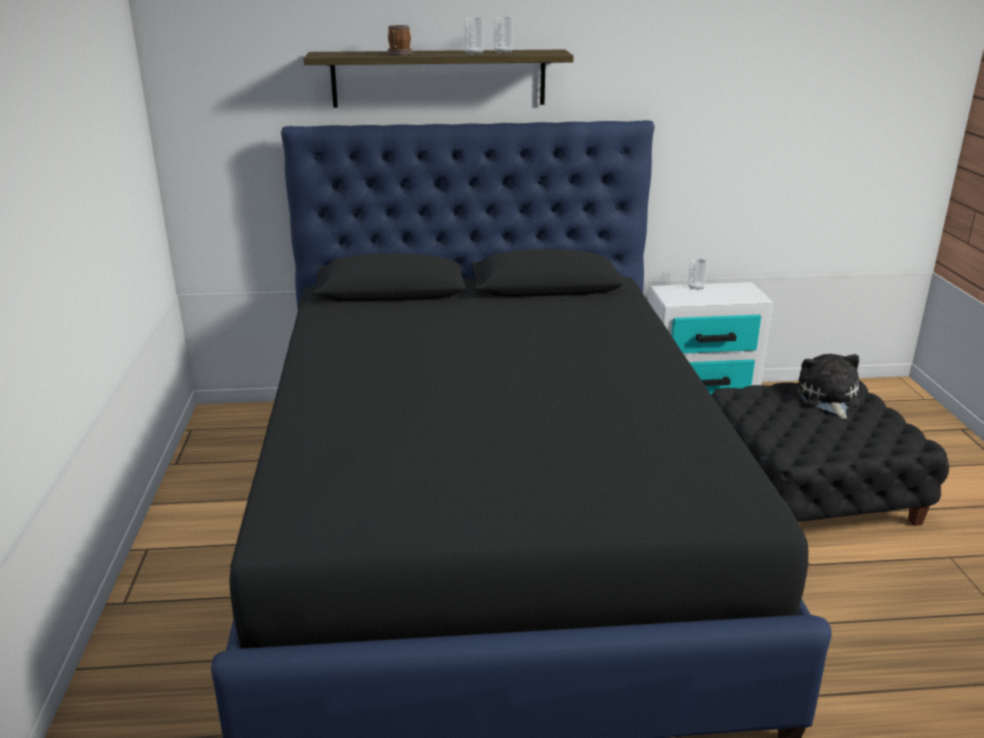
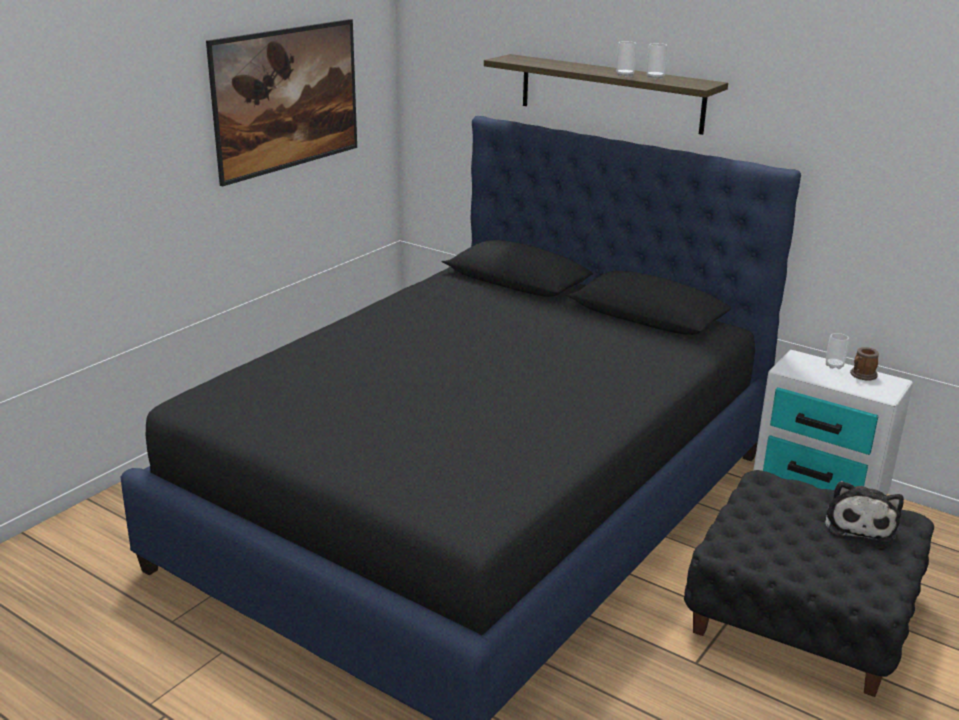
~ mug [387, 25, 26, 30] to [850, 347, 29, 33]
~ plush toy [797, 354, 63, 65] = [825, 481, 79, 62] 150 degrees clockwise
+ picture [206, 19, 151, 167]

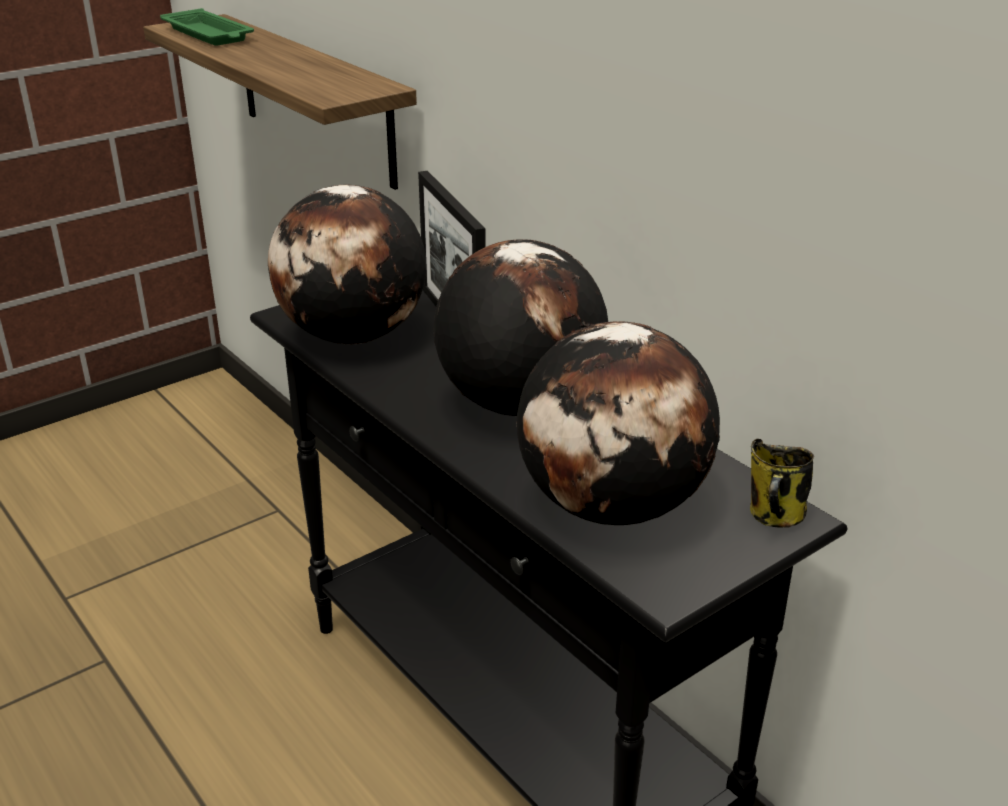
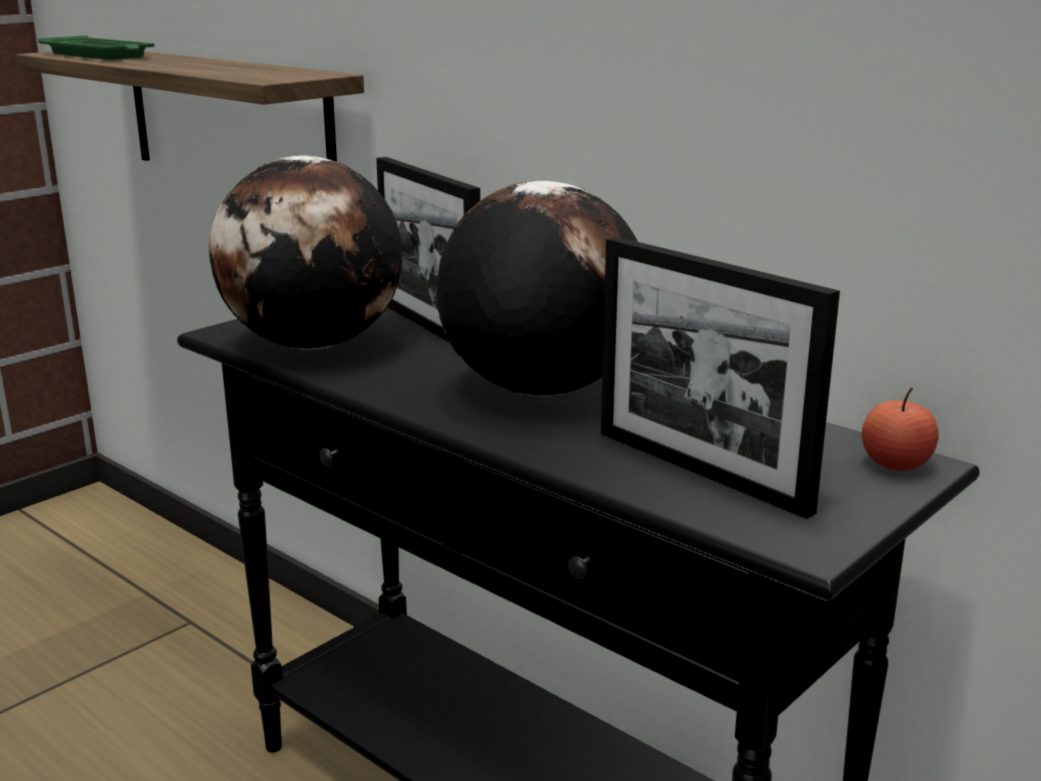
~ globe [517, 321, 203, 204] to picture frame [601, 237, 239, 282]
~ mug [750, 439, 64, 89] to apple [862, 387, 77, 83]

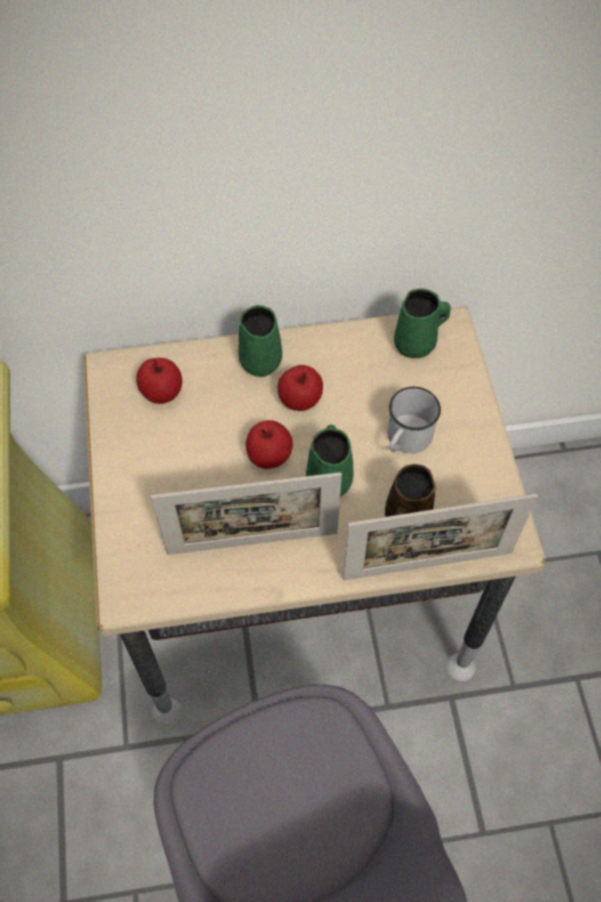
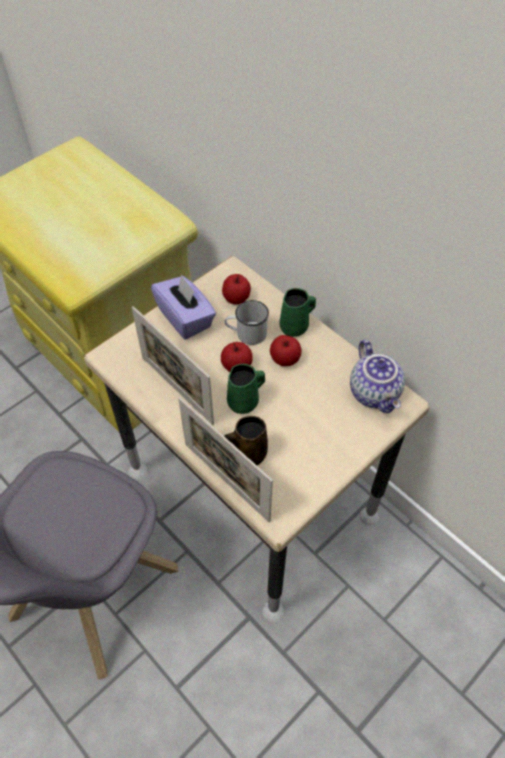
~ green mug [394, 288, 57, 70] to teapot [350, 340, 55, 73]
~ white mug [387, 387, 54, 66] to [225, 300, 44, 45]
+ purple tissue box [151, 274, 65, 66]

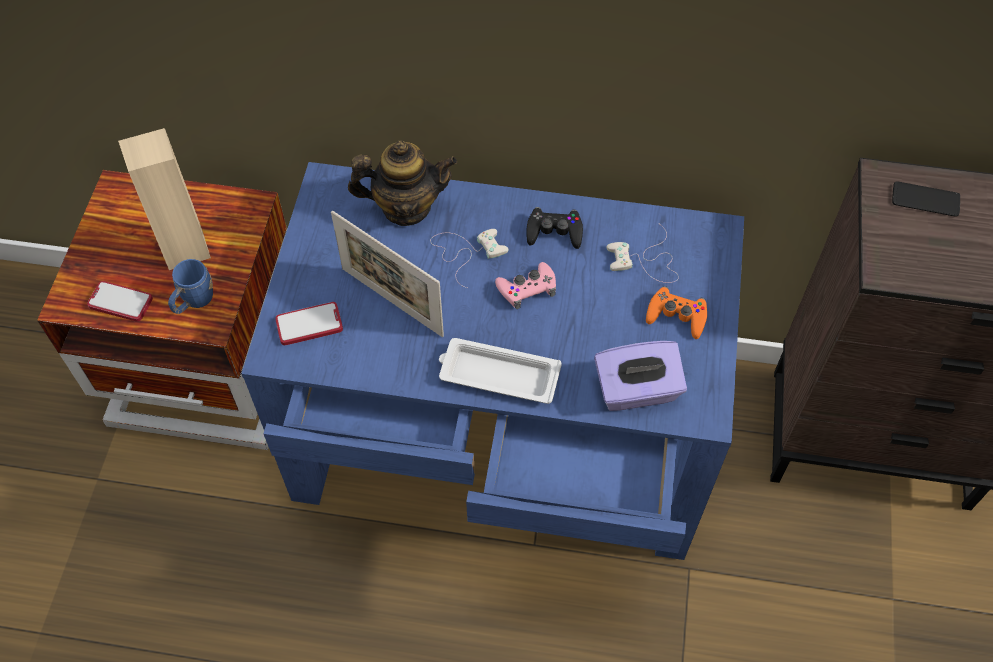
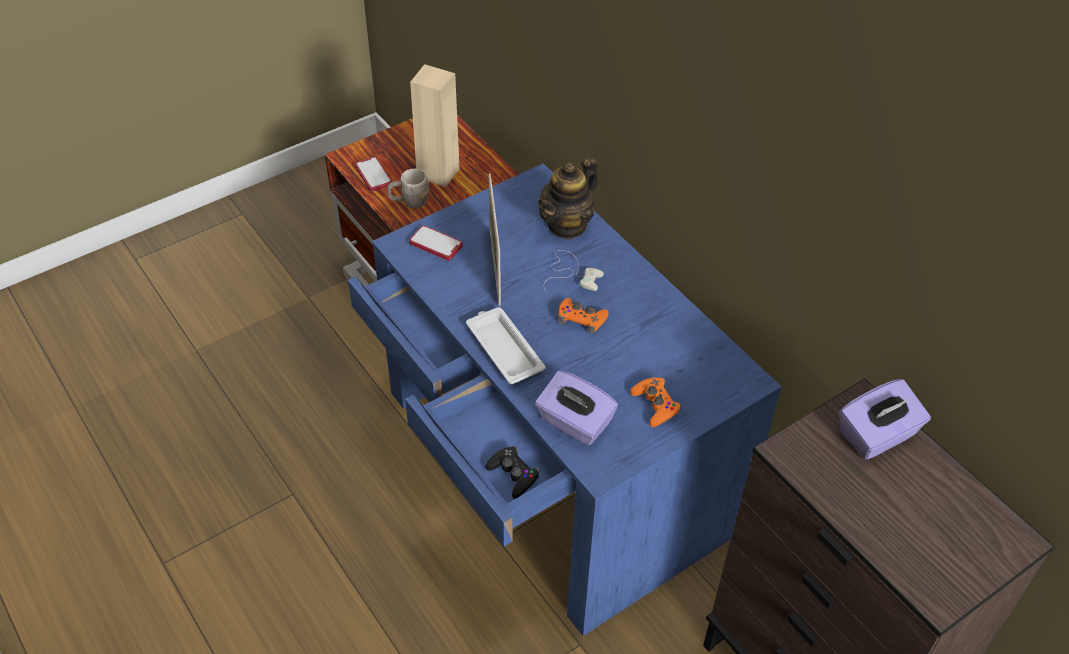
~ teapot [348, 140, 109, 86] = [537, 157, 61, 82] 90 degrees clockwise
~ phone [892, 181, 68, 36] to purple tissue box [840, 379, 91, 81]
~ black game controller [526, 207, 57, 42] to [486, 446, 54, 53]
- white game controller [607, 224, 72, 59]
~ blue mug [168, 259, 45, 55] to grey mug [387, 169, 42, 40]
~ pink game controller [495, 262, 61, 47] to orange game controller [559, 298, 50, 36]

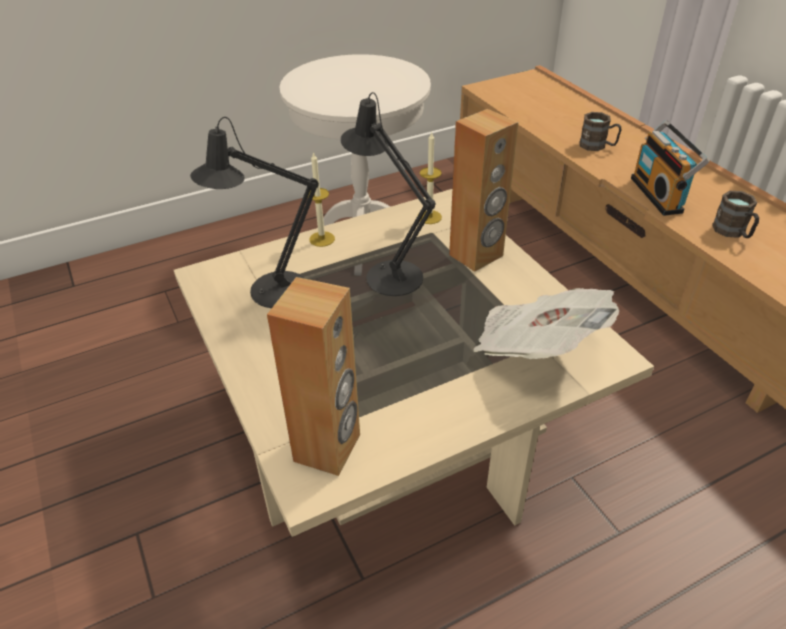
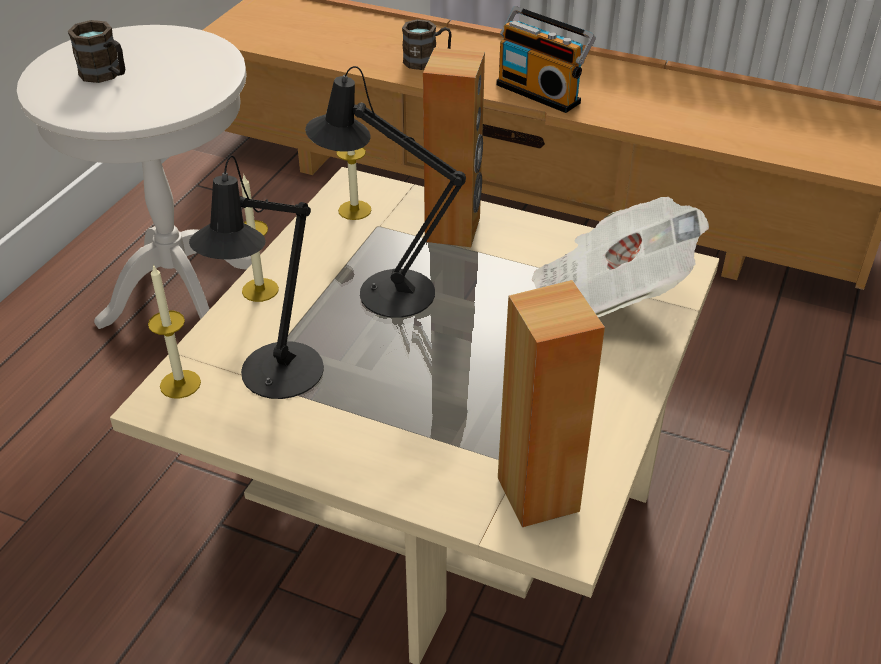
~ brown mug [712, 191, 47, 47] to [68, 20, 57, 63]
+ candle [148, 264, 53, 135]

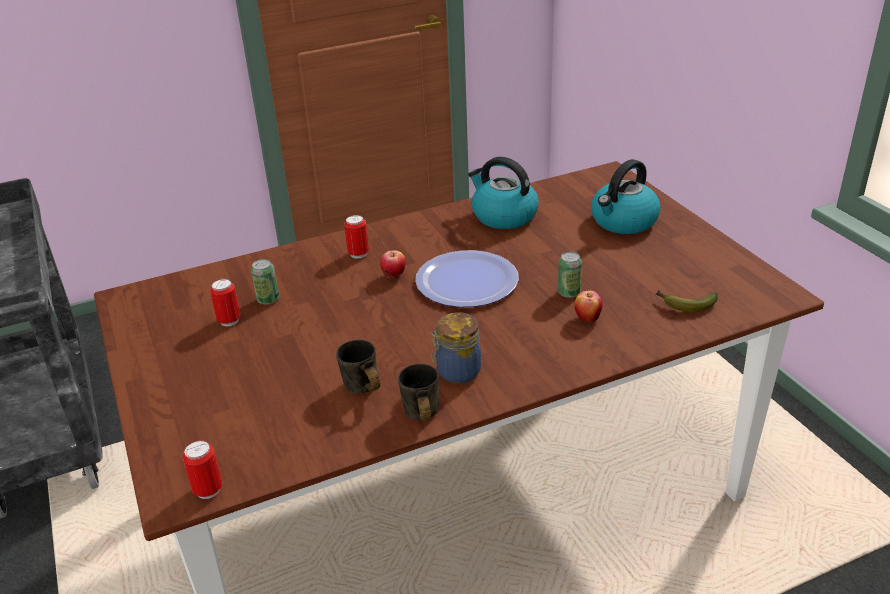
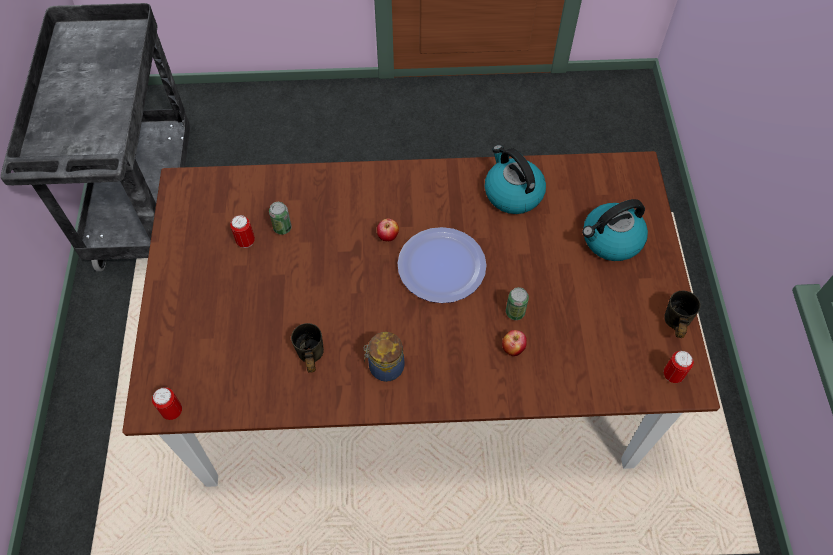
~ can [344, 215, 25, 44] to [664, 351, 30, 32]
- banana [656, 290, 62, 22]
~ grey mug [398, 364, 41, 57] to [664, 291, 36, 47]

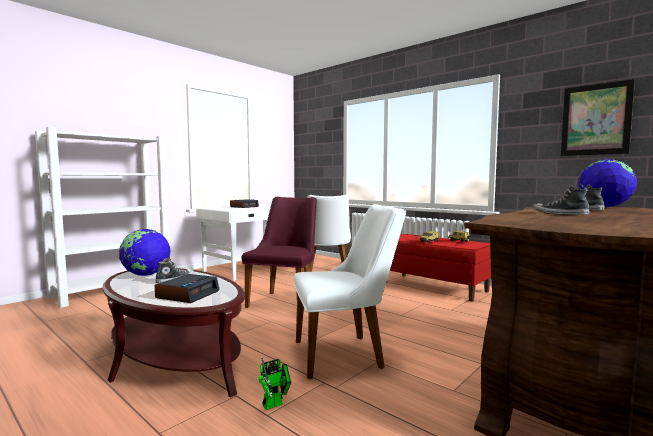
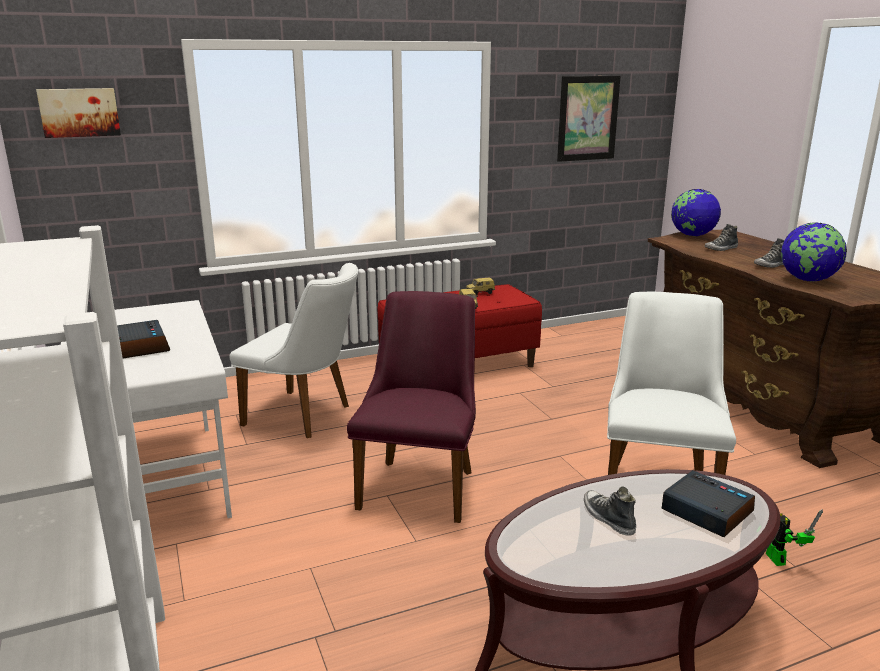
~ purple chair [241, 197, 76, 111] = [347, 291, 129, 232] 60 degrees clockwise
~ globe [119, 229, 52, 47] to [781, 222, 66, 60]
+ picture [36, 88, 85, 50]

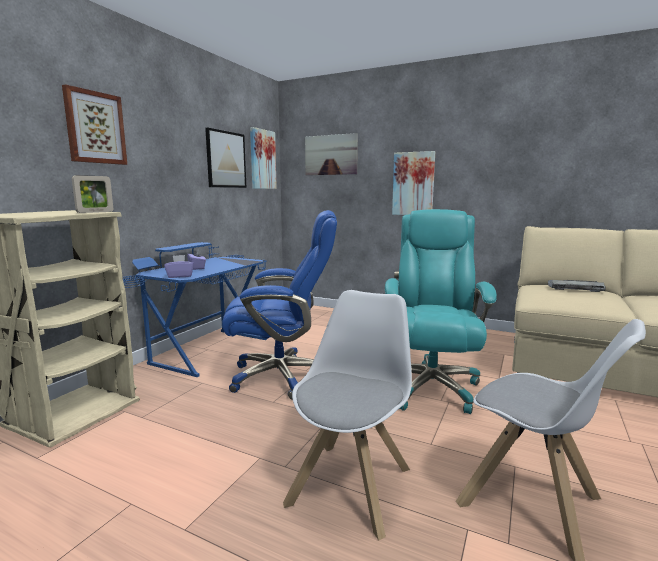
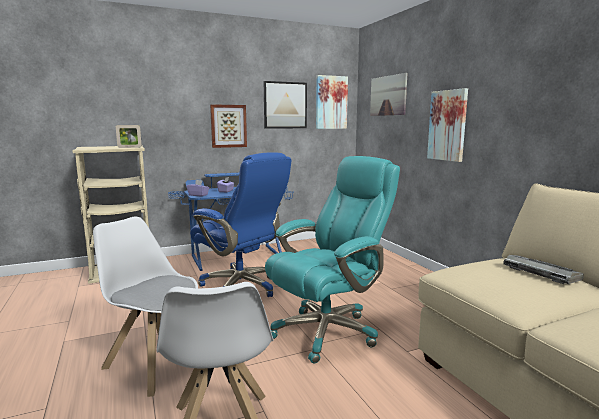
~ picture [62, 84, 65, 81] to [210, 104, 37, 44]
~ chair [283, 290, 129, 251] = [93, 217, 105, 180] 120 degrees counterclockwise

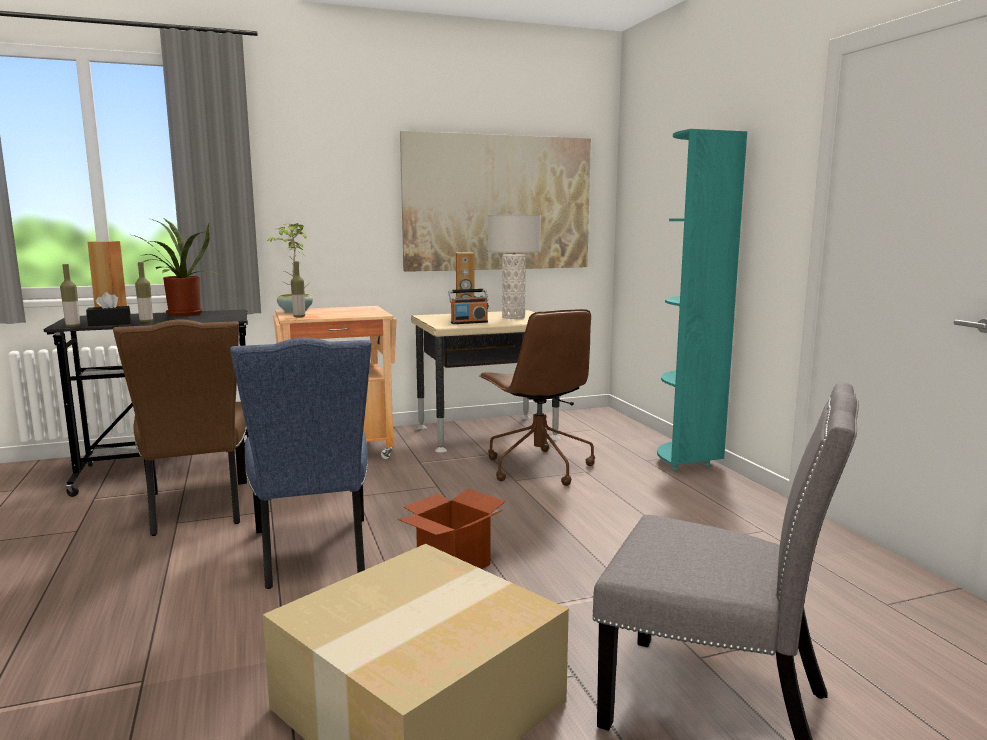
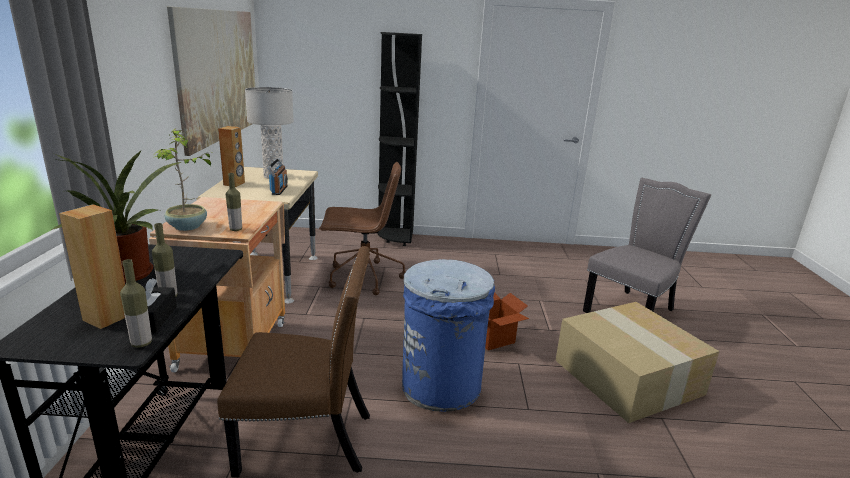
~ turquoise bookcase [657, 129, 90, 341] to black bookcase [377, 32, 45, 214]
~ blue chair [230, 338, 141, 251] to blue trash can [402, 259, 93, 153]

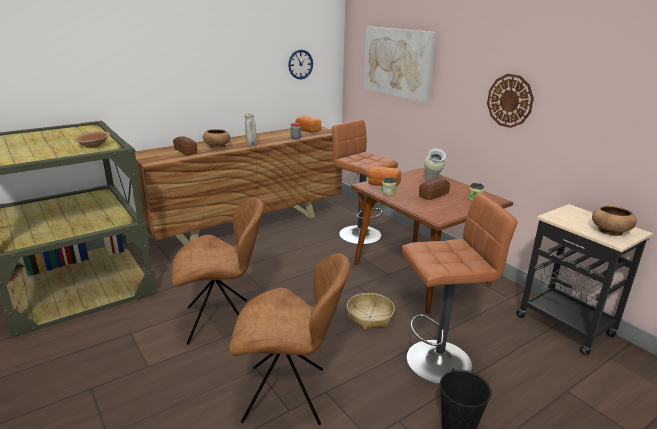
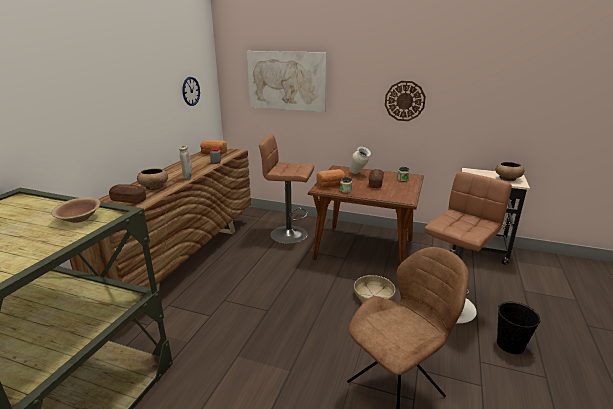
- brown chair [172, 198, 92, 147]

